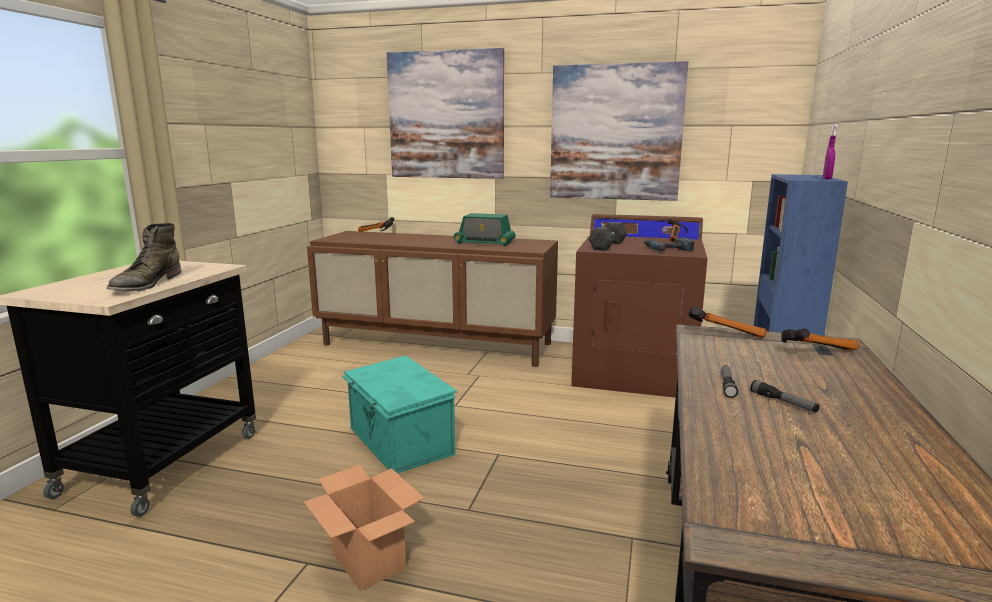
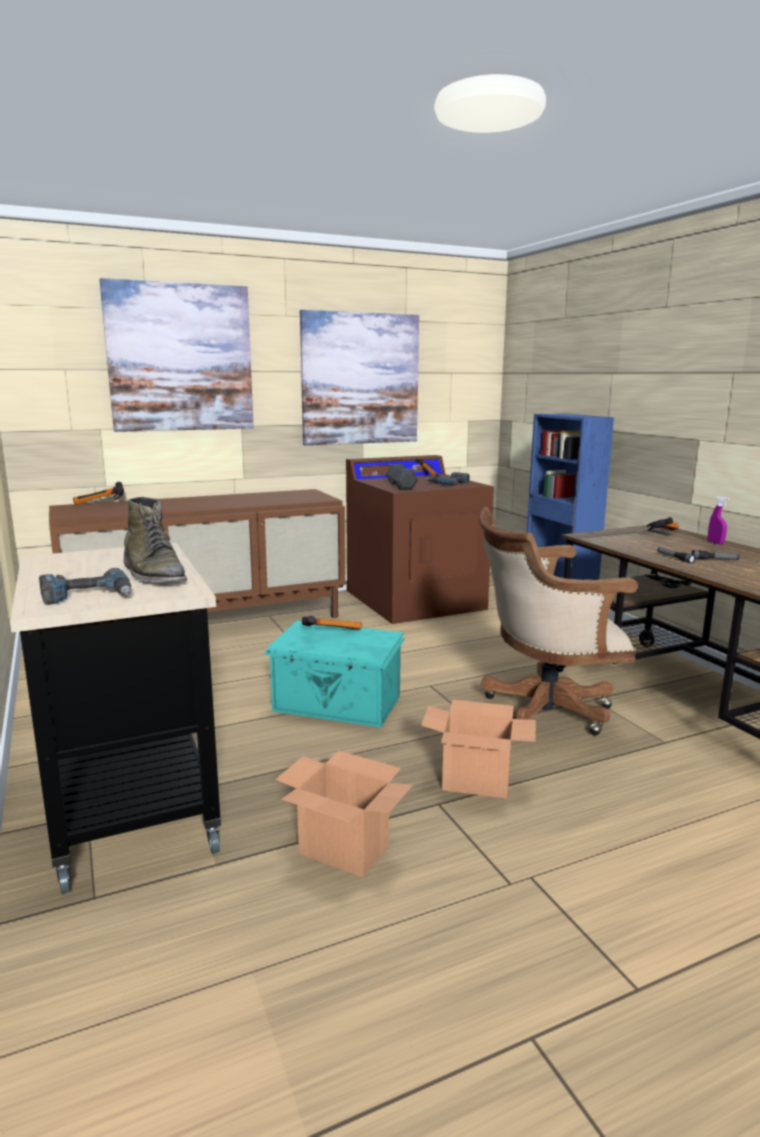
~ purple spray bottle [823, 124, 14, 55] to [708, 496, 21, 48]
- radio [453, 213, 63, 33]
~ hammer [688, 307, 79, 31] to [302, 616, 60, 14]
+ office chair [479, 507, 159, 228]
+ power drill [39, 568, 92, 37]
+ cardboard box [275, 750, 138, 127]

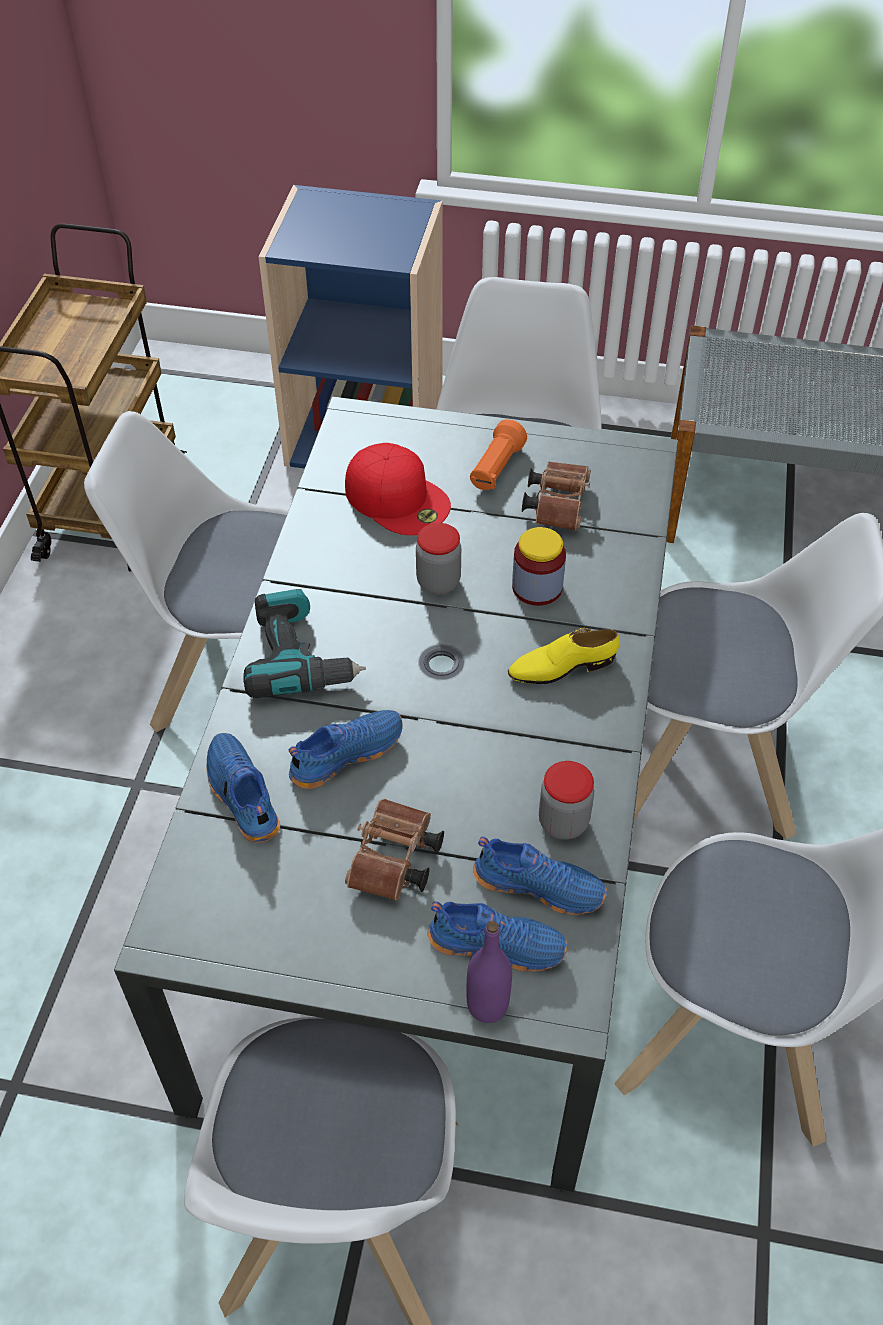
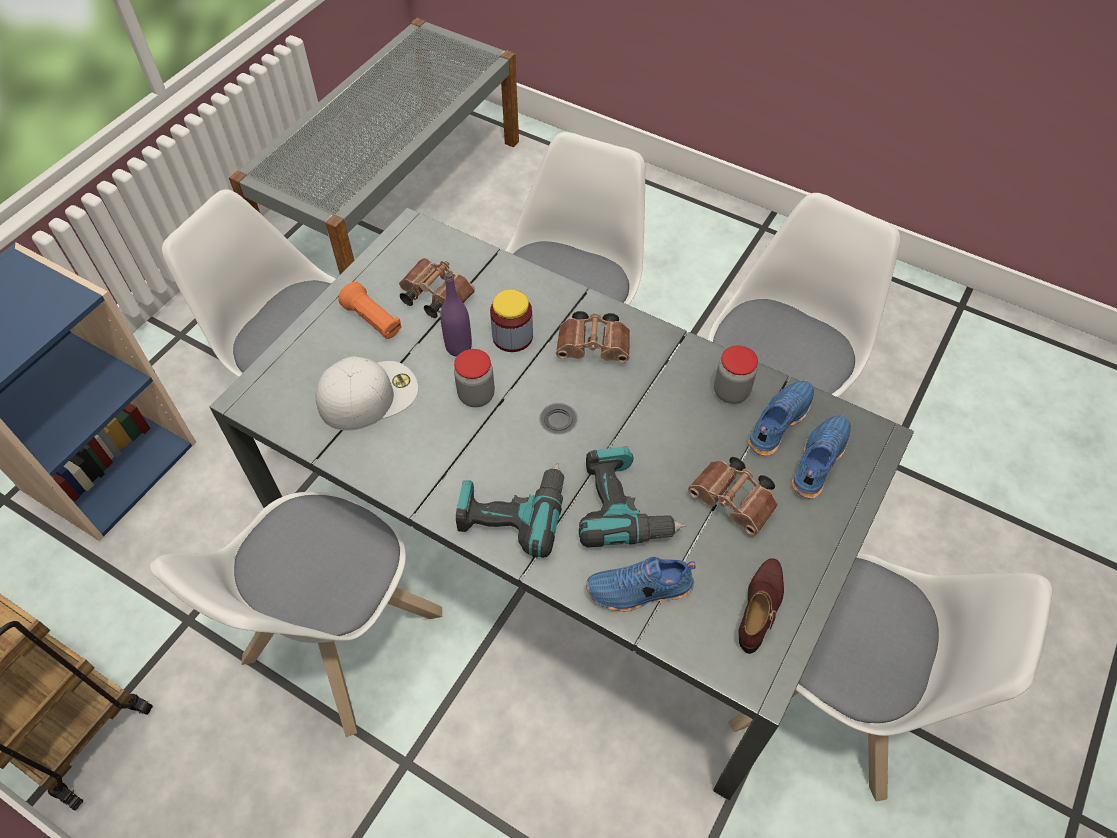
~ red cap [345, 443, 106, 92] to white cap [315, 356, 103, 75]
~ yellow shoe [508, 628, 112, 56] to brown binoculars [556, 311, 74, 52]
~ blue shoe [289, 710, 114, 79] to power drill [579, 447, 106, 100]
~ purple bottle [467, 921, 45, 102] to [440, 272, 32, 85]
+ brown shoe [739, 558, 45, 96]

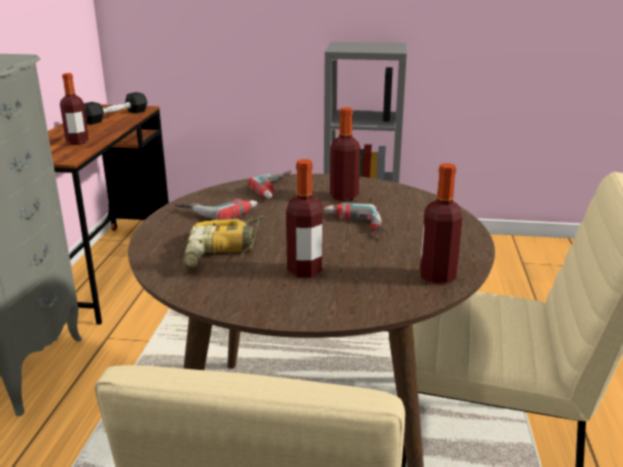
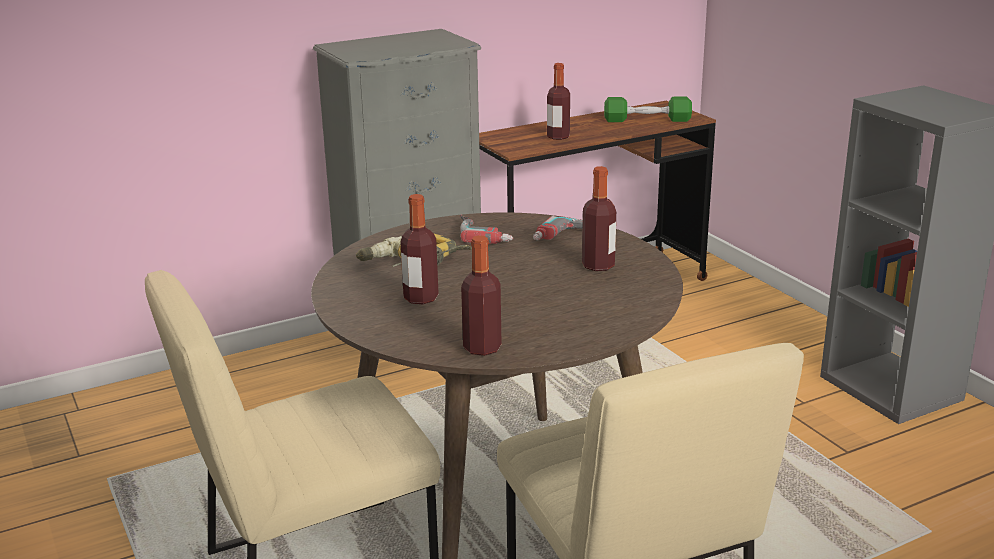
~ black dumbbell [84, 92, 63, 33] to green dumbbell [604, 97, 88, 25]
- power drill [324, 203, 64, 33]

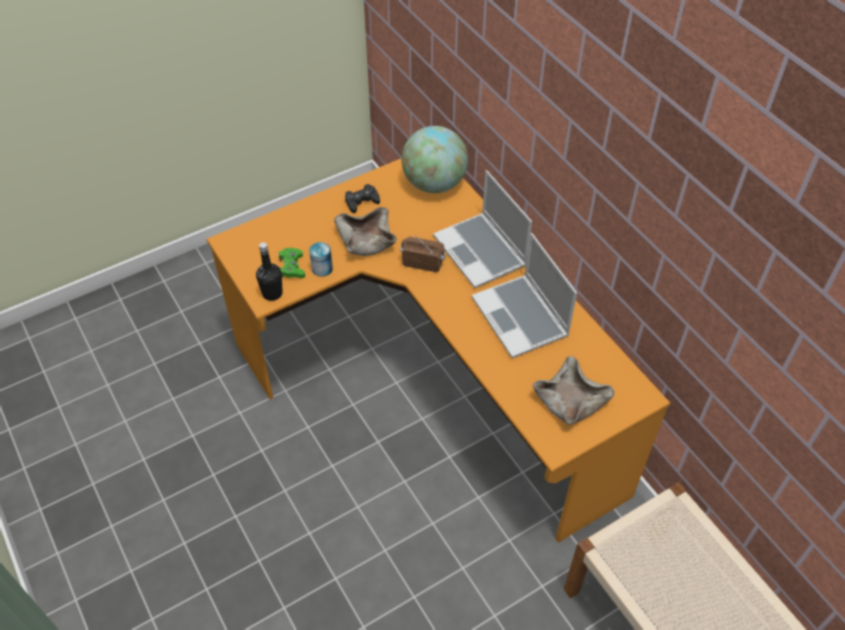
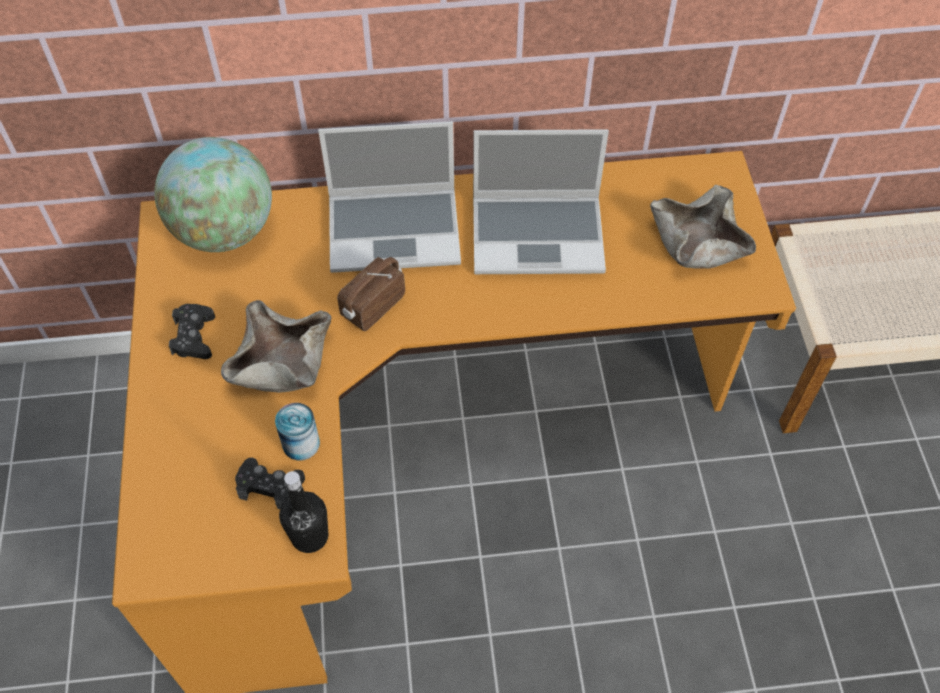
~ green game controller [279, 248, 26, 30] to black game controller [235, 458, 70, 51]

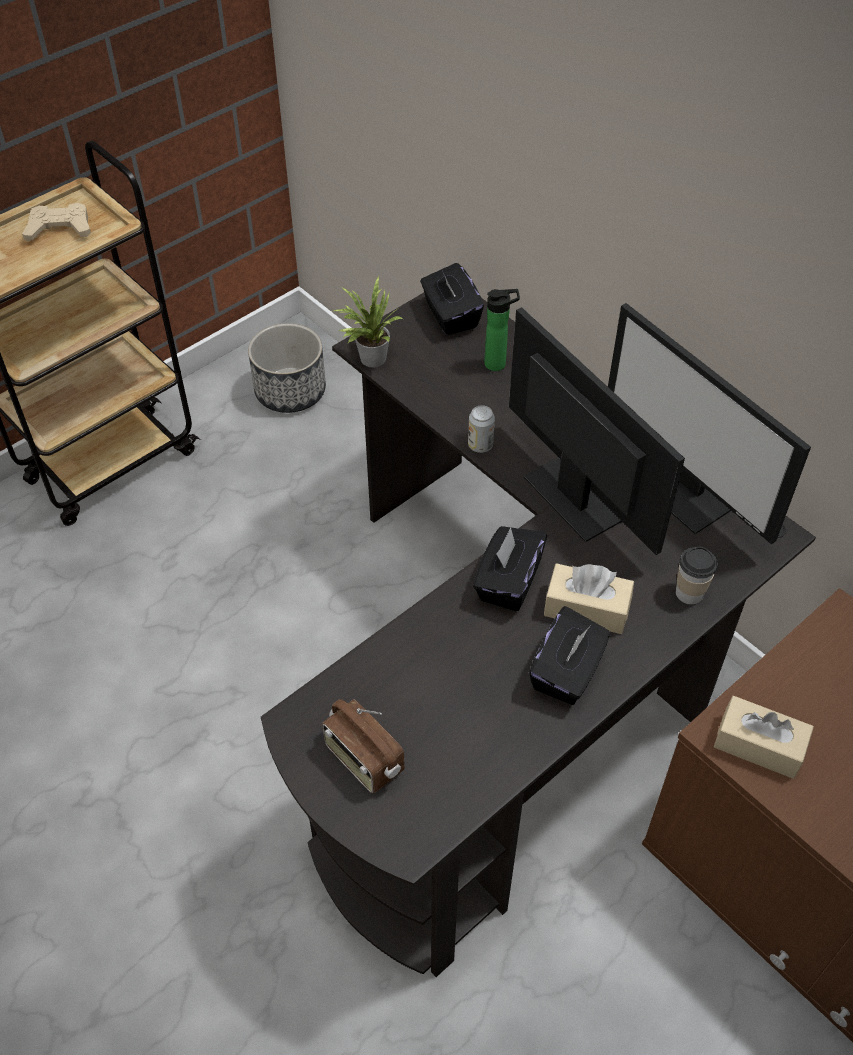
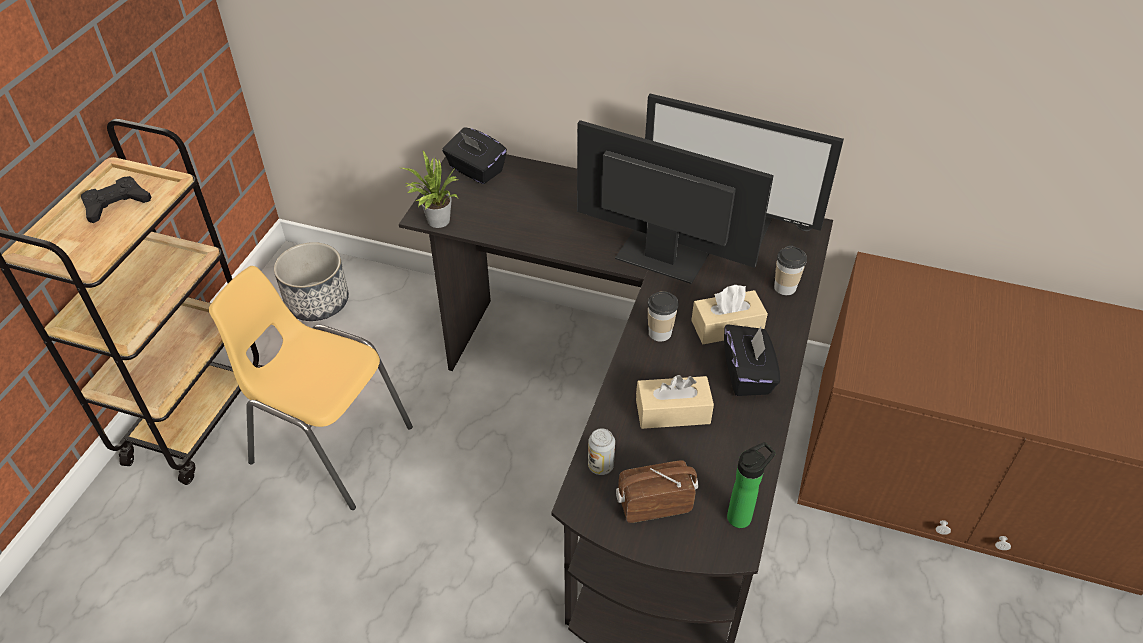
~ beige game controller [22, 203, 69, 38] to black game controller [81, 176, 70, 47]
~ bottle [484, 289, 36, 82] to [727, 442, 49, 86]
~ can [468, 405, 27, 48] to [588, 428, 27, 47]
~ black tissue box [473, 526, 74, 85] to cup [647, 291, 31, 50]
~ beige tissue box [714, 696, 100, 83] to [636, 375, 78, 54]
~ radio [322, 699, 82, 95] = [616, 460, 82, 63] 150 degrees clockwise
+ yellow chair [209, 266, 204, 244]

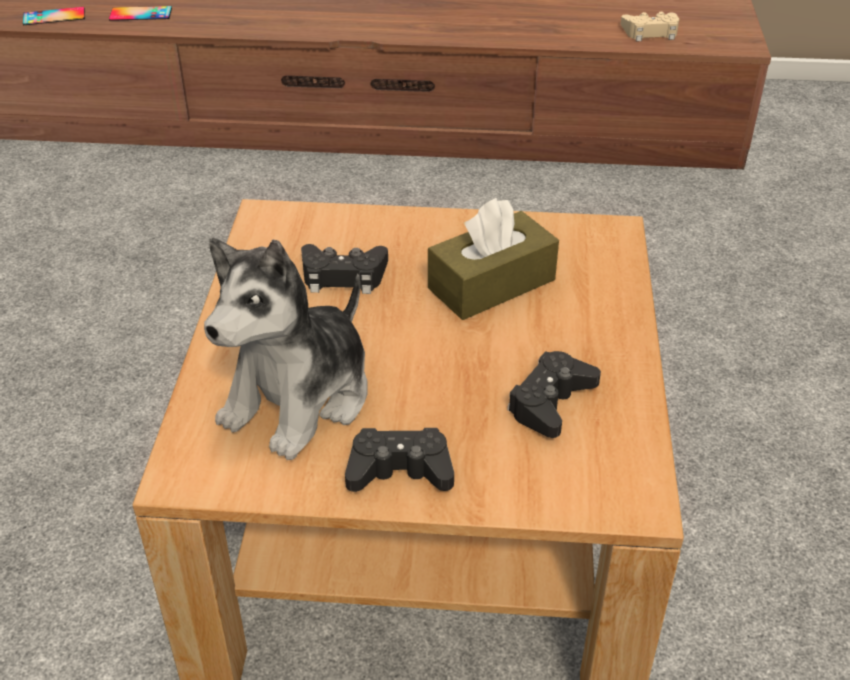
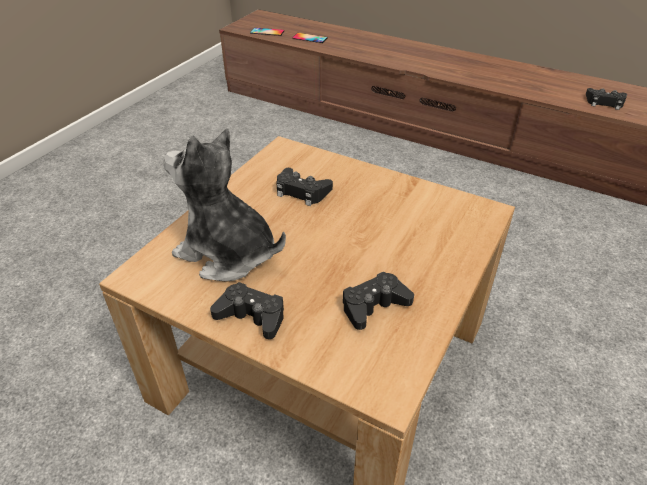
~ beige game controller [620, 12, 59, 29] to black game controller [586, 88, 41, 22]
- brown tissue box [428, 198, 131, 122]
~ plush toy [204, 238, 164, 222] = [163, 129, 123, 153] 60 degrees clockwise

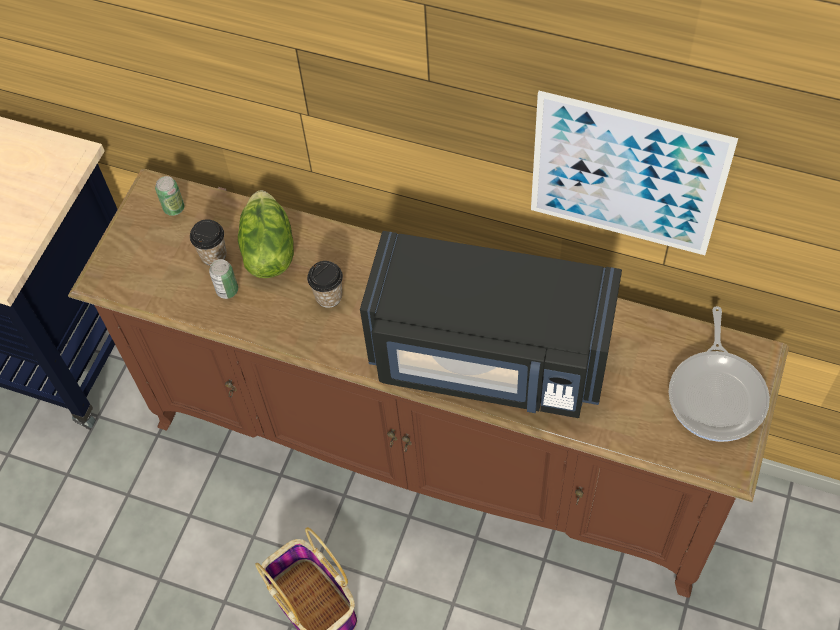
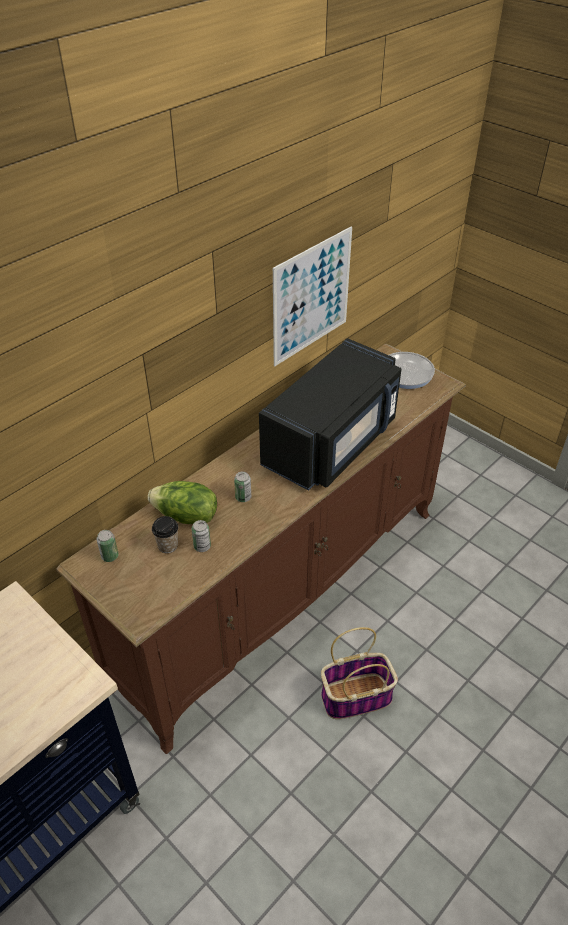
~ cup [307, 261, 36, 47] to can [234, 472, 17, 30]

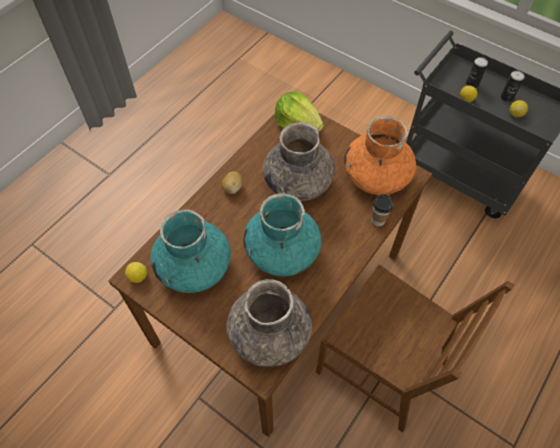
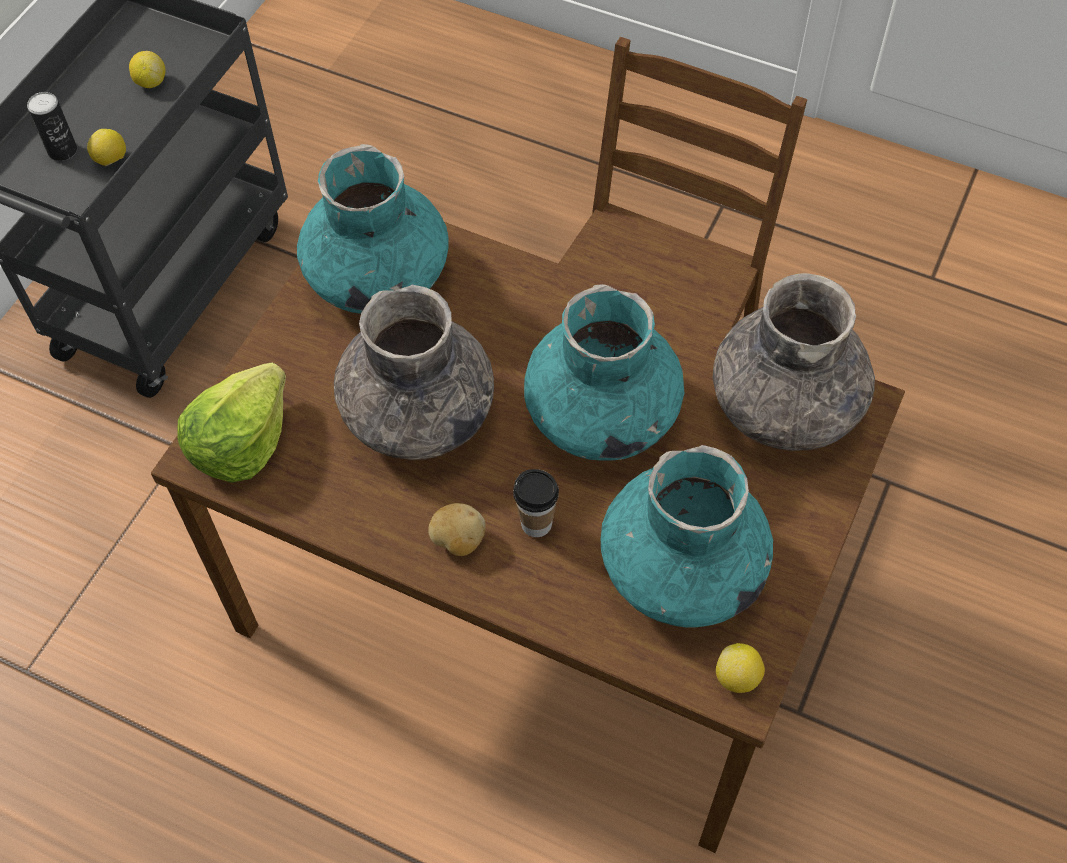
- can [501, 71, 24, 31]
~ orange vase [344, 116, 72, 79] to turquoise vase [297, 144, 151, 170]
~ cup [372, 194, 21, 32] to [513, 469, 46, 68]

